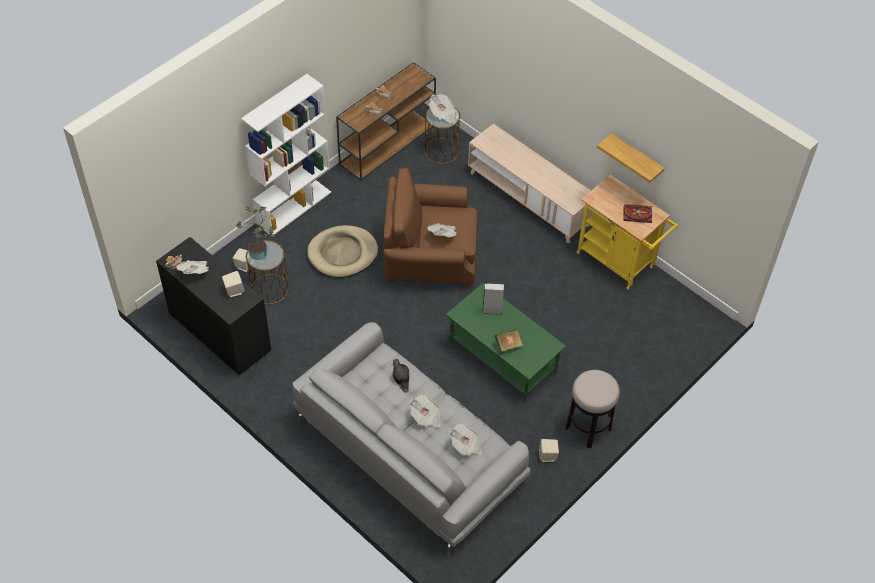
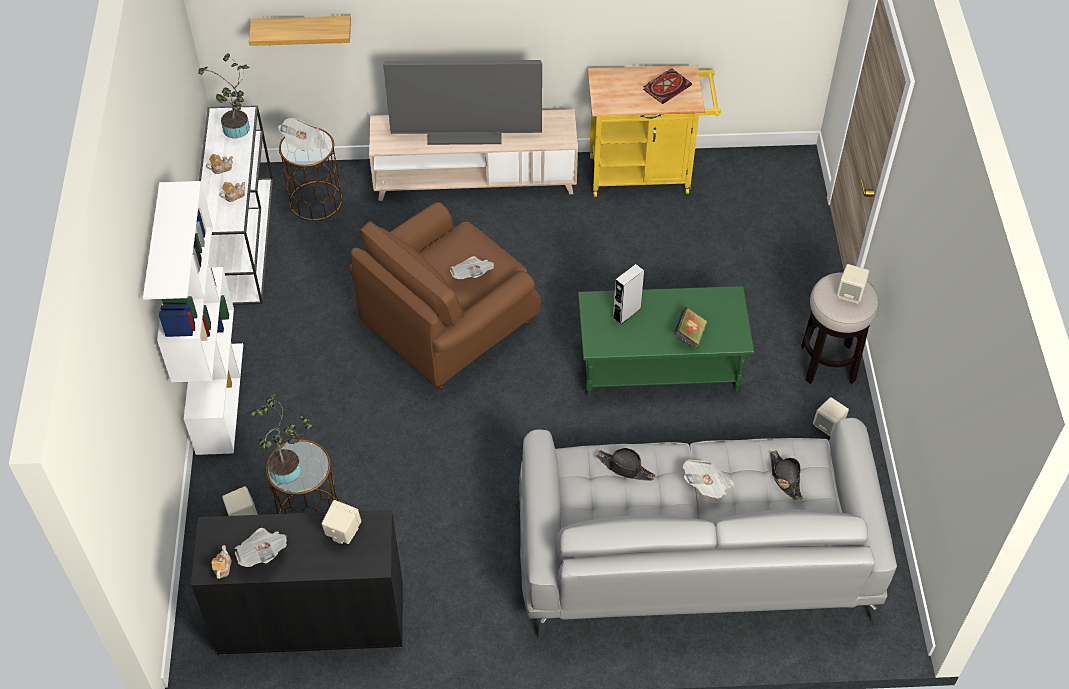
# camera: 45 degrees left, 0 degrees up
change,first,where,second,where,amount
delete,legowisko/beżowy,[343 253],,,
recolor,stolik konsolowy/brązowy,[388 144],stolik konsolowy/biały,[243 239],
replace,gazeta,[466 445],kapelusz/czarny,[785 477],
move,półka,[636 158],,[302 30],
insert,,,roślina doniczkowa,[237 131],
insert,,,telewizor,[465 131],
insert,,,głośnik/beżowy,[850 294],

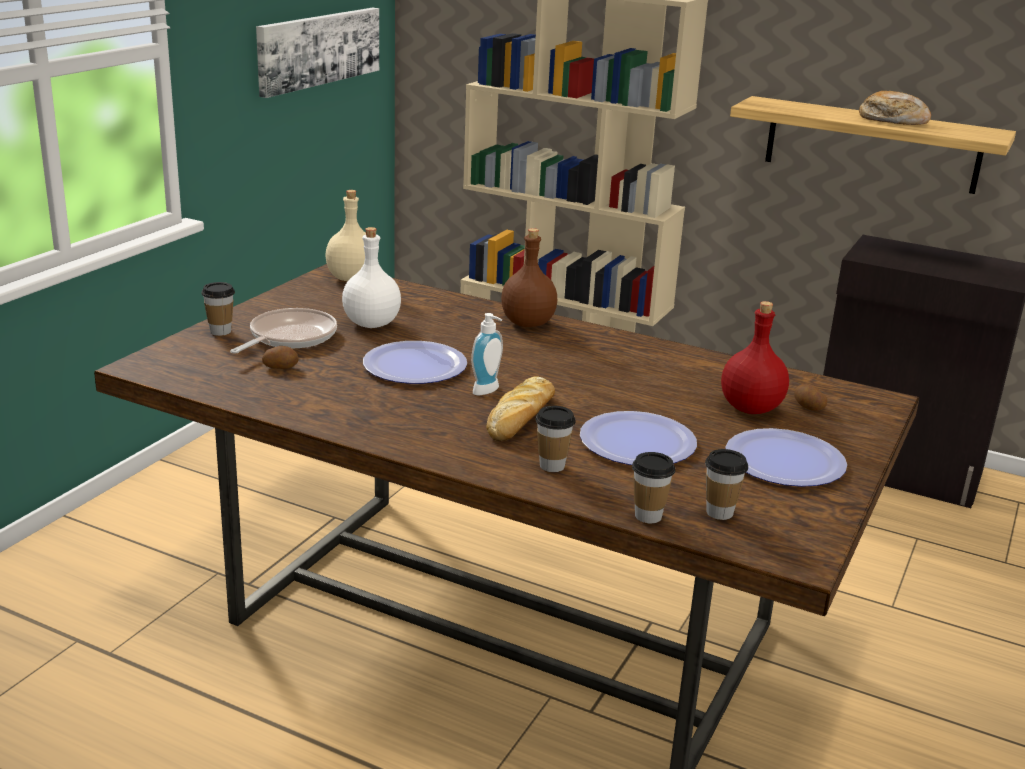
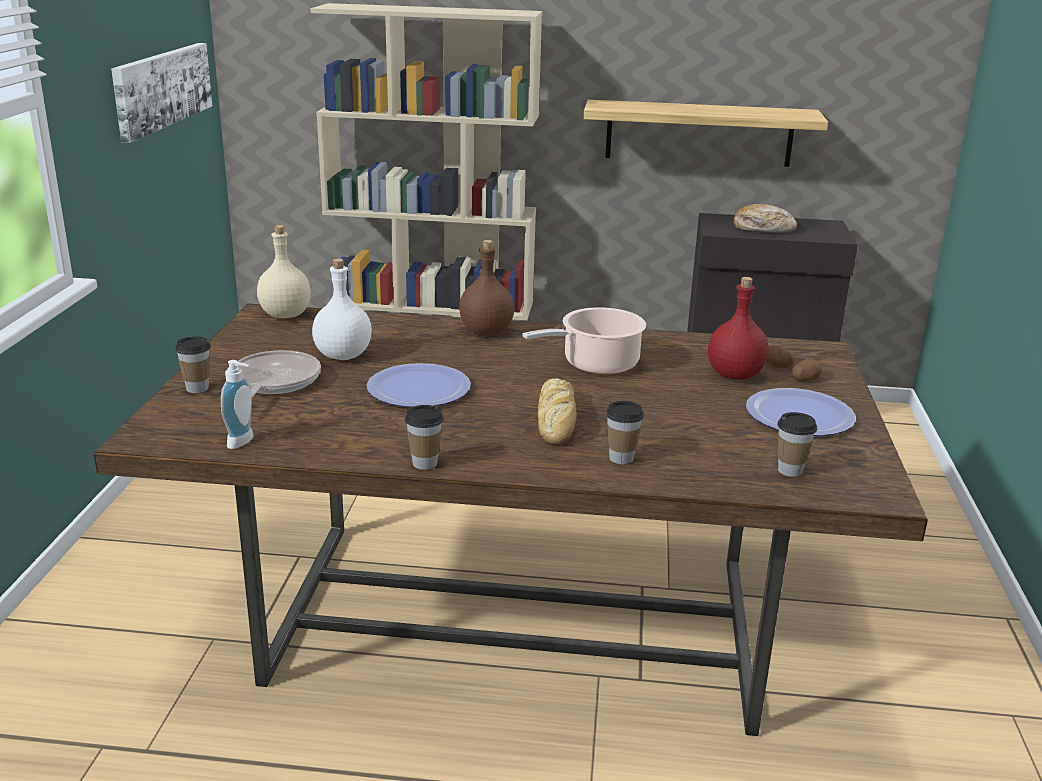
# camera: 20 degrees left, 0 degrees up
change,first,where,second,where,amount
move,ziemniak,[280 367],,[805 379],
move,dozownik mydła,[488 391],,[244 442],
delete,talerz,[638 442],,,
move,filiżanka,[648 516],,[425 463],
move,chleb,[892 120],,[763 229],
insert,,,garnek,[596 364],

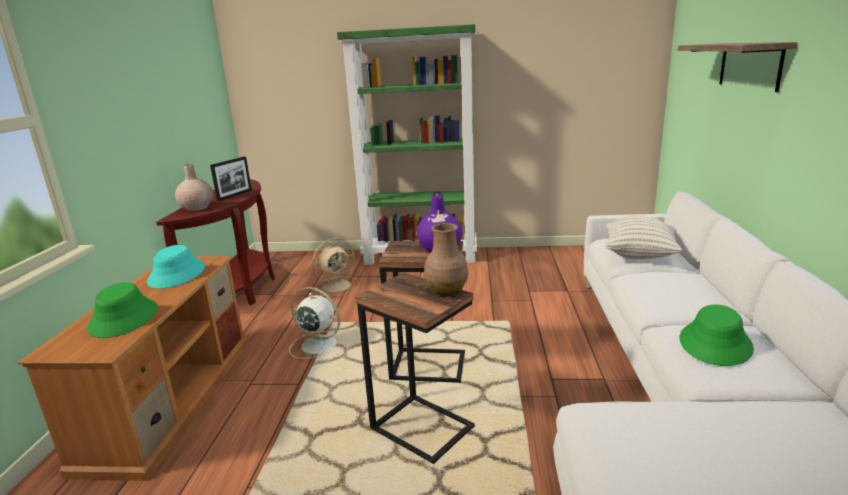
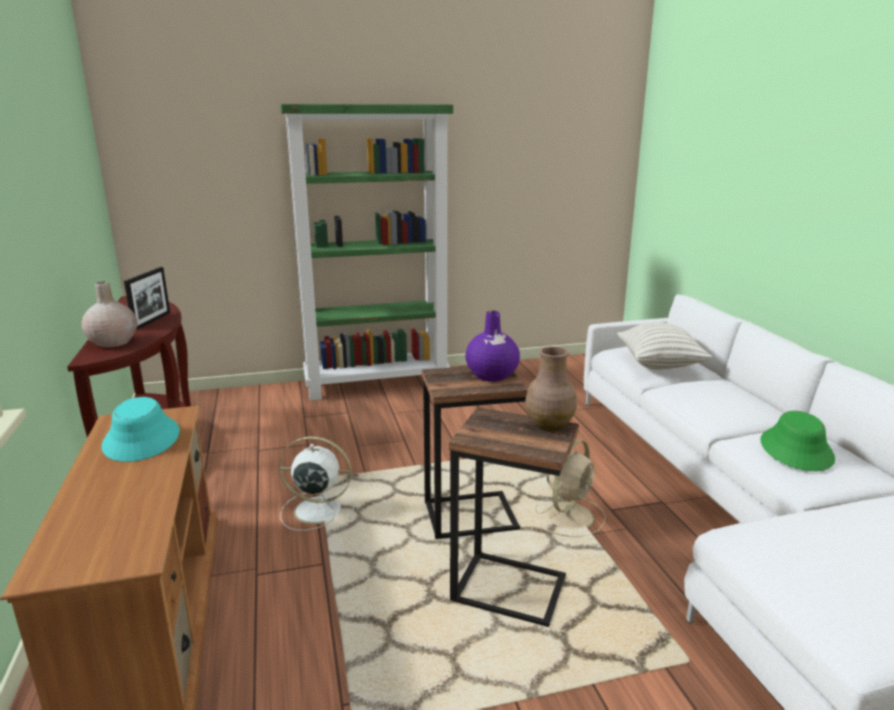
# camera: 20 degrees left, 0 degrees up
change,first,where,second,where,amount
delete,kapelusz/zielony,[124 318],,,
move,wentylator/beżowy,[338 286],,[569 515],
delete,półka,[749 65],,,

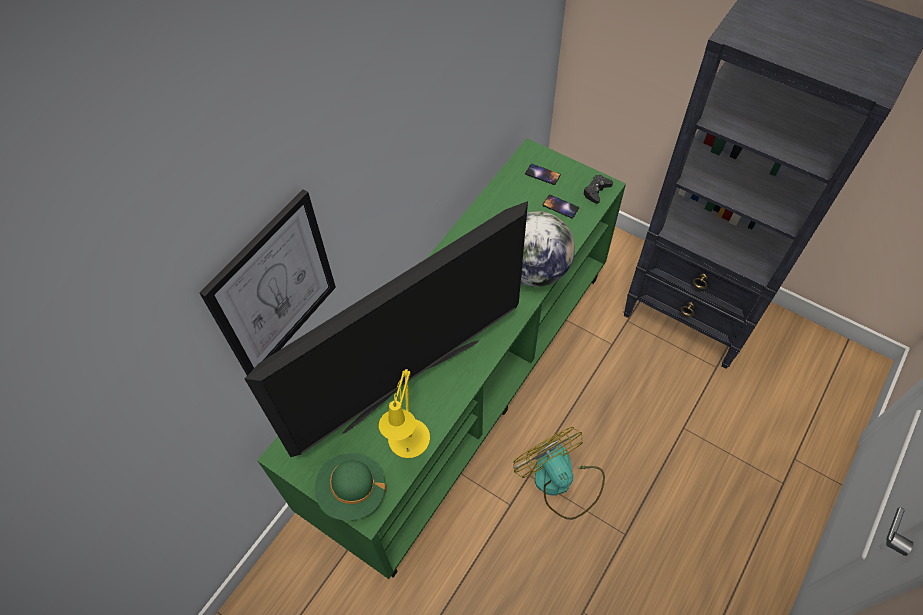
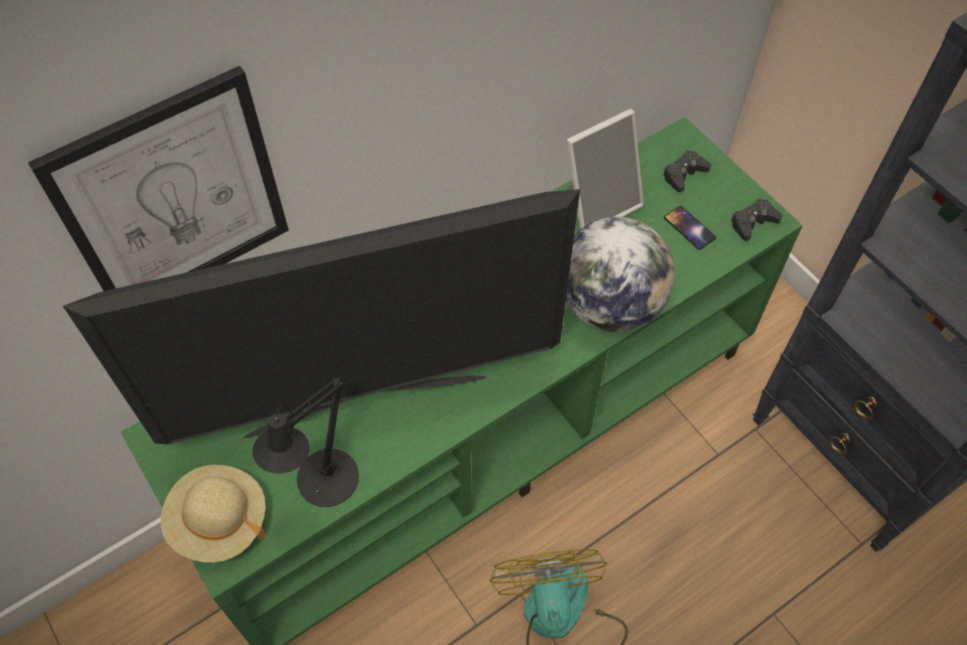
# camera: 20 degrees right, 0 degrees up
change,first,where,second,where,amount
recolor,kapelusz/zielony,[352 492],kapelusz/beżowy,[219 522],
recolor,lampa stołowa/żółty,[408 444],lampa stołowa/czarny,[322 486],
replace,telefon,[542 174],pad do gier/czarny,[684 174],
insert,,,ramka na zdjęcie,[598 203],

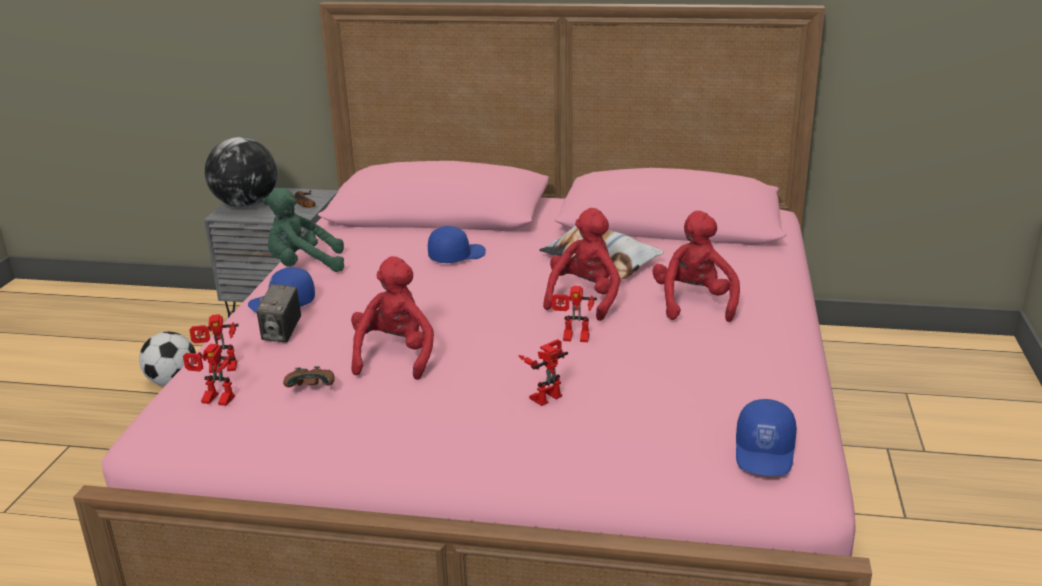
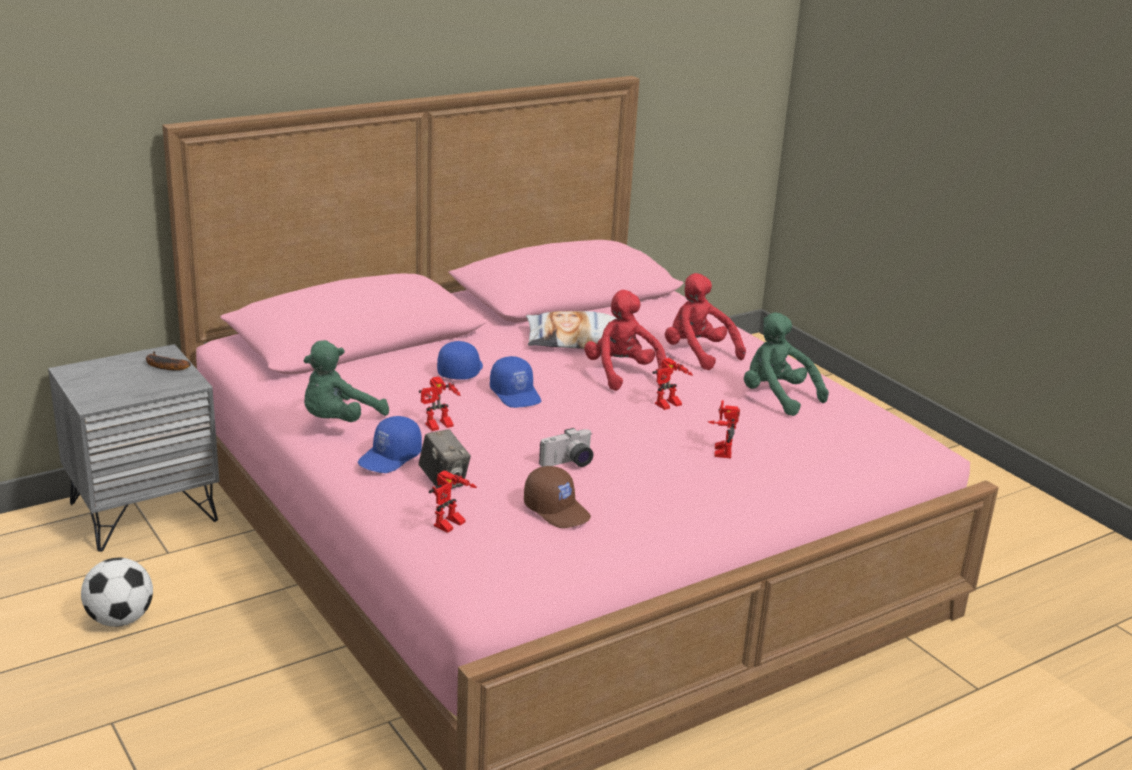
# camera: 45 degrees left, 0 degrees up
change,first,where,second,where,amount
move,robot zabawkowy,[214 401],,[439 427],
delete,globus,[245 205],,,
replace,pad do gier/brązowy,[312 389],czapka z daszkiem/brązowy,[557 510],
replace,pluszak/czerwony,[395 356],aparat fotograficzny,[569 463],
move,czapka z daszkiem/niebieski,[765 452],,[516 394],
insert,,,pluszak/zielony,[777 397],

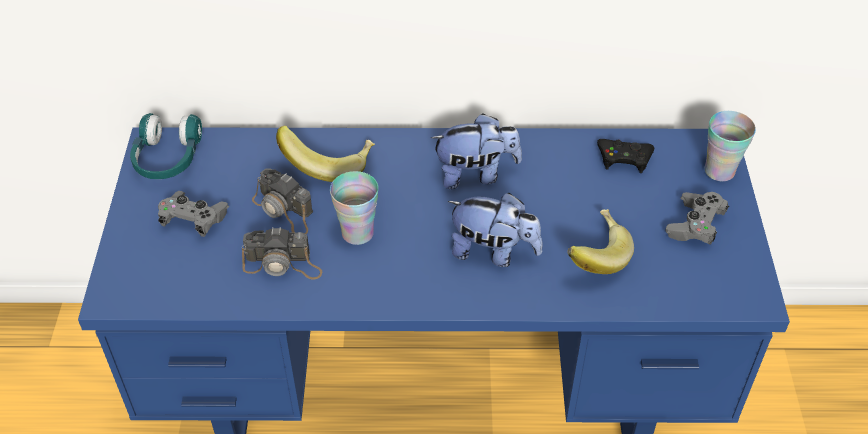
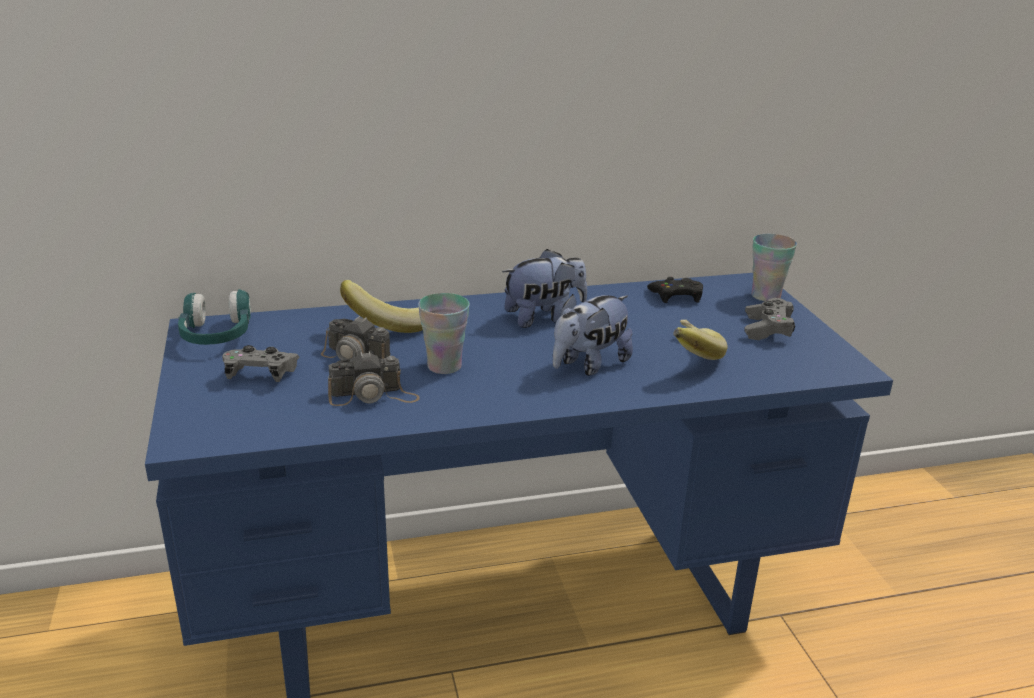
# camera: 15 degrees left, 20 degrees down
change,first,where,second,where,amount
rotate,pluszak,[493 252],,[589 365],135 degrees clockwise

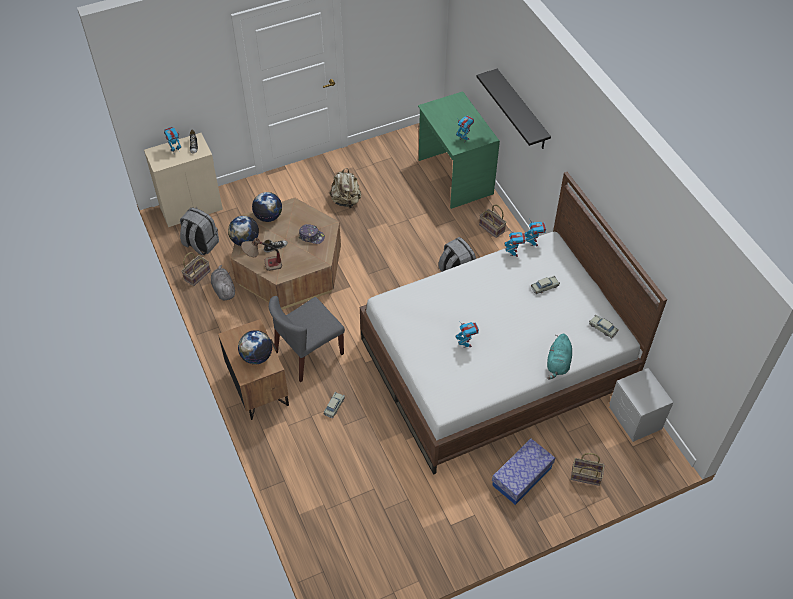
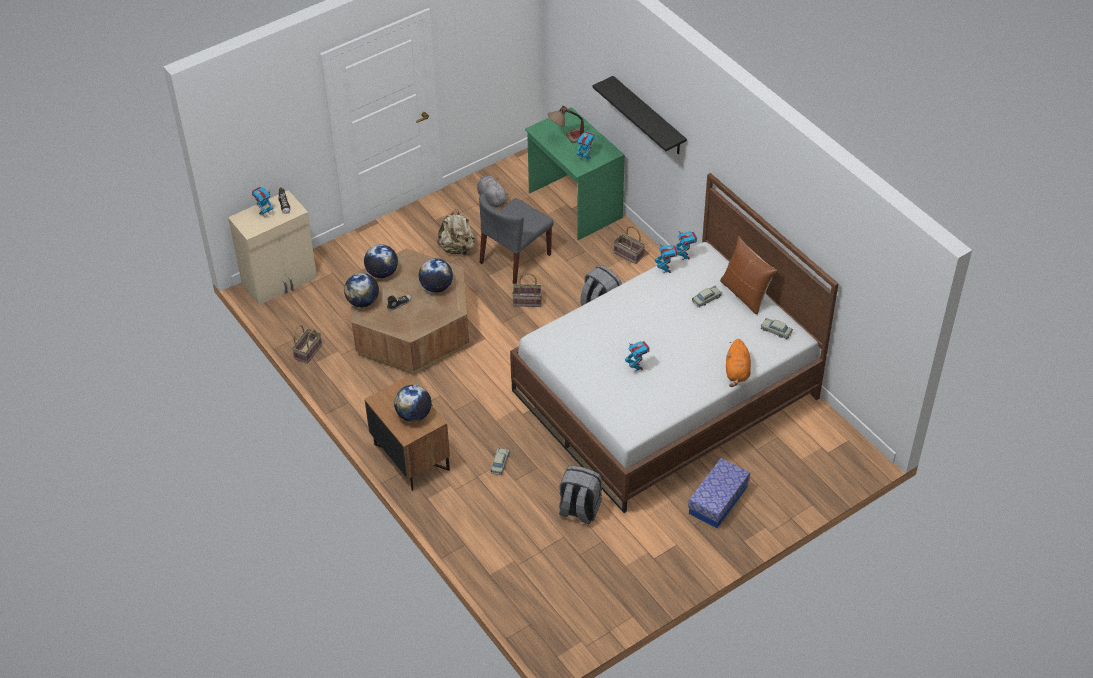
# camera: 10 degrees left, 5 degrees down
change,first,where,second,where,amount
move,plecak/szary,[200 244],,[579 510],
move,pluszak/szary,[223 289],,[491 198],
move,lampa stołowa,[263 265],,[566 139],
move,krzesło/szary,[308 353],,[515 259],
replace,czapka z daszkiem,[311 236],globus,[436 287],
recolor,pluszak/turkusowy,[558 364],pluszak/pomarańczowy,[737 372],
move,koszyk,[585 476],,[526 301],
delete,szafka nocna/szary,[635 418],,,
insert,,,poduszka/brązowy,[745 294],

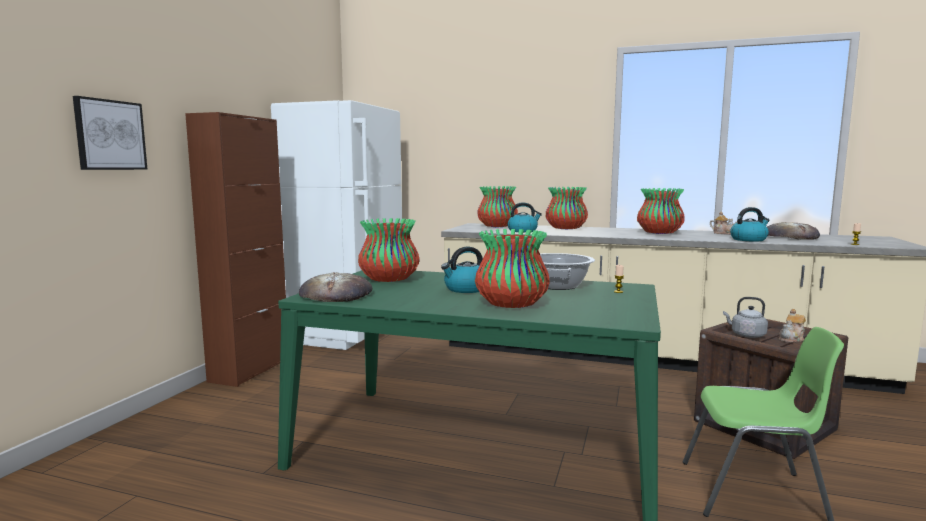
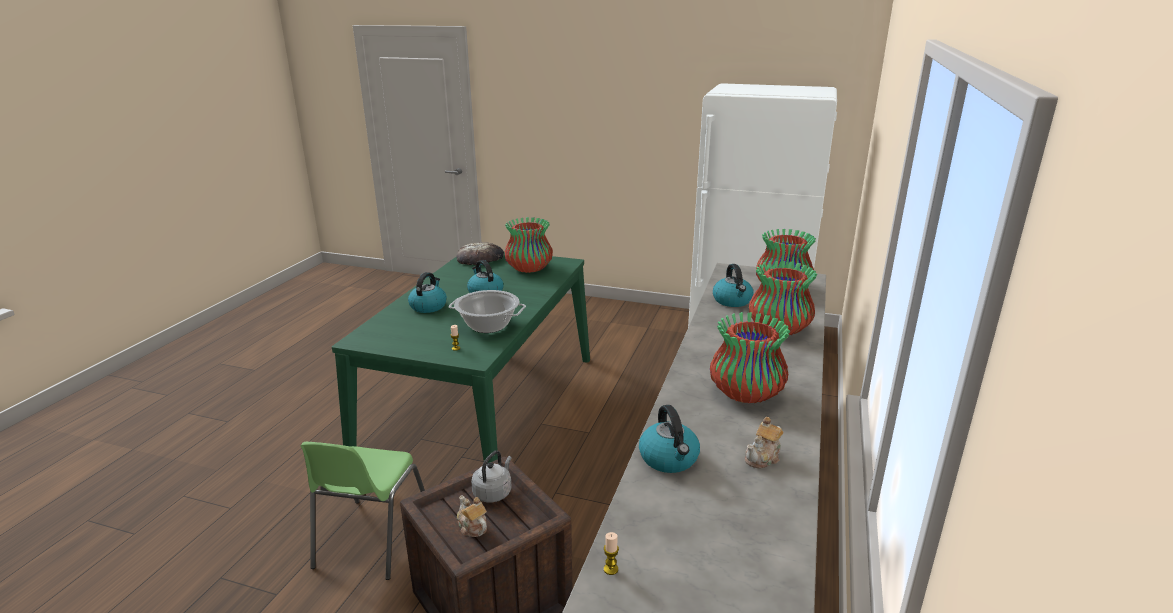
# camera: 90 degrees right, 15 degrees up
change,first,where,second,where,amount
delete,obraz,[110 135],,,
delete,szafka/brązowy,[250 370],,,
replace,wazon,[512 304],czajnik,[428 306],
delete,chleb,[790 236],,,

